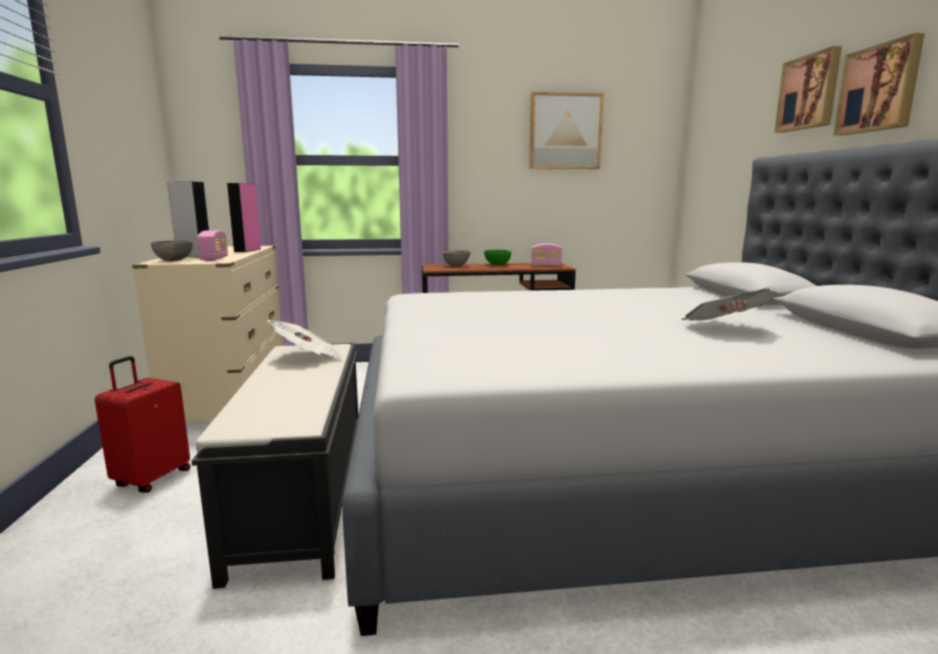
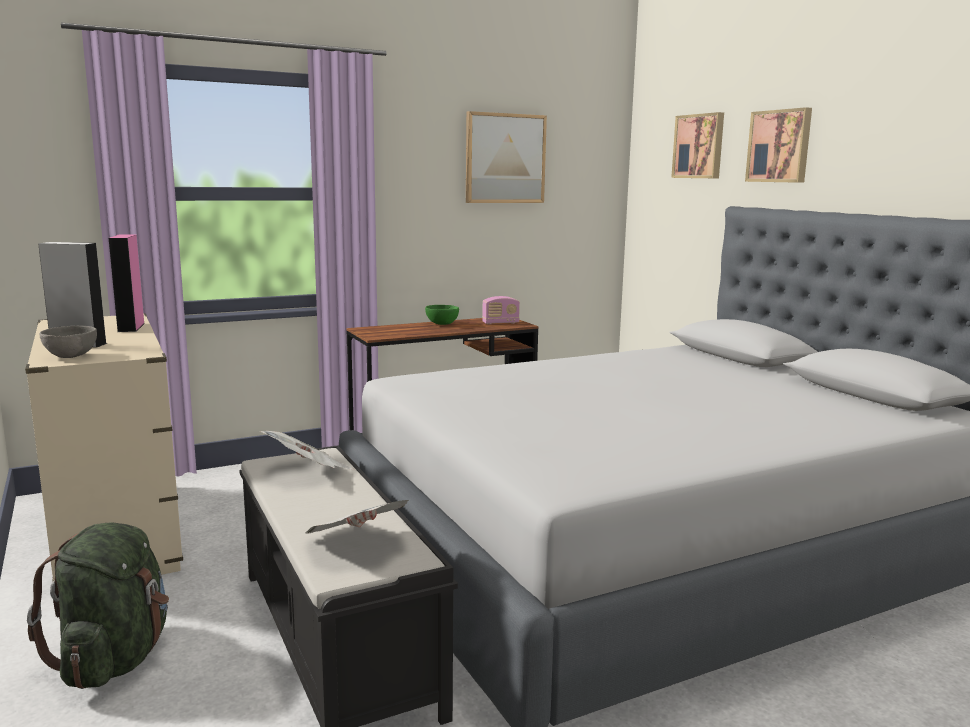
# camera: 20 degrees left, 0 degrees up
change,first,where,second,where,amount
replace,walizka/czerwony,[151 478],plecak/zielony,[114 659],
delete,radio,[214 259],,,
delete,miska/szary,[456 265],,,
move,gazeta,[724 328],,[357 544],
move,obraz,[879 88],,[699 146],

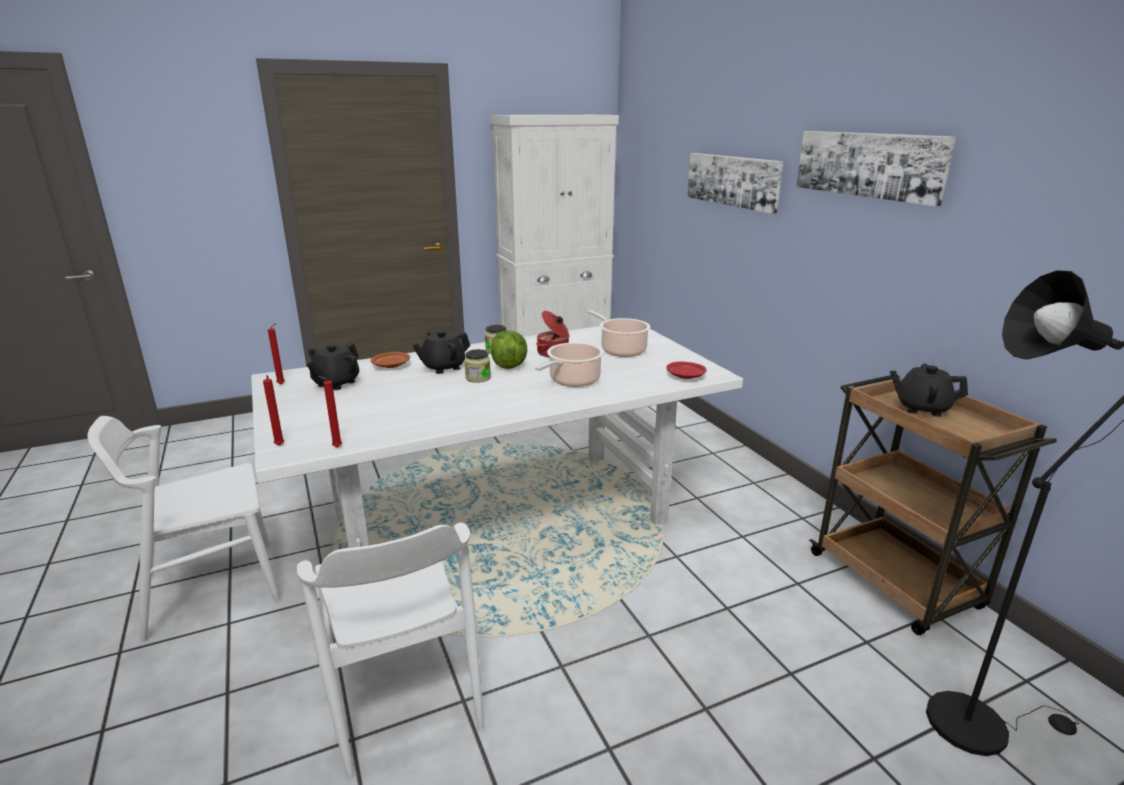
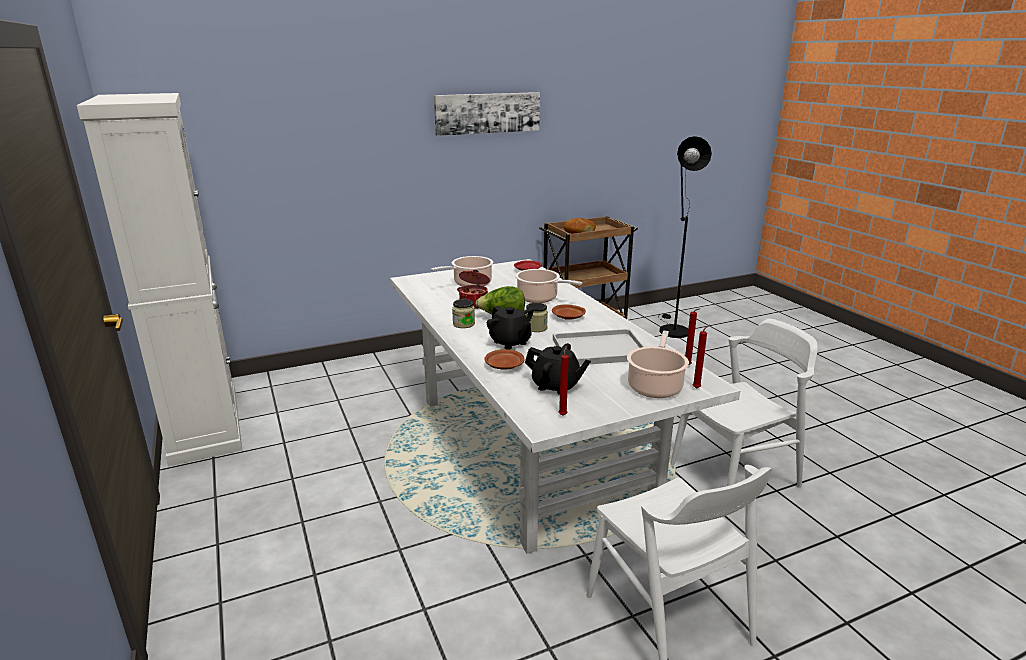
# camera: 90 degrees left, 0 degrees up
change,first,where,second,where,amount
delete,obraz,[733 180],,,
replace,imbryk/czarny,[921 408],chleb,[578 231],
insert,,,talerz/brązowy,[568 317],
insert,,,taca/biały,[601 348],
insert,,,garnek,[655 386],

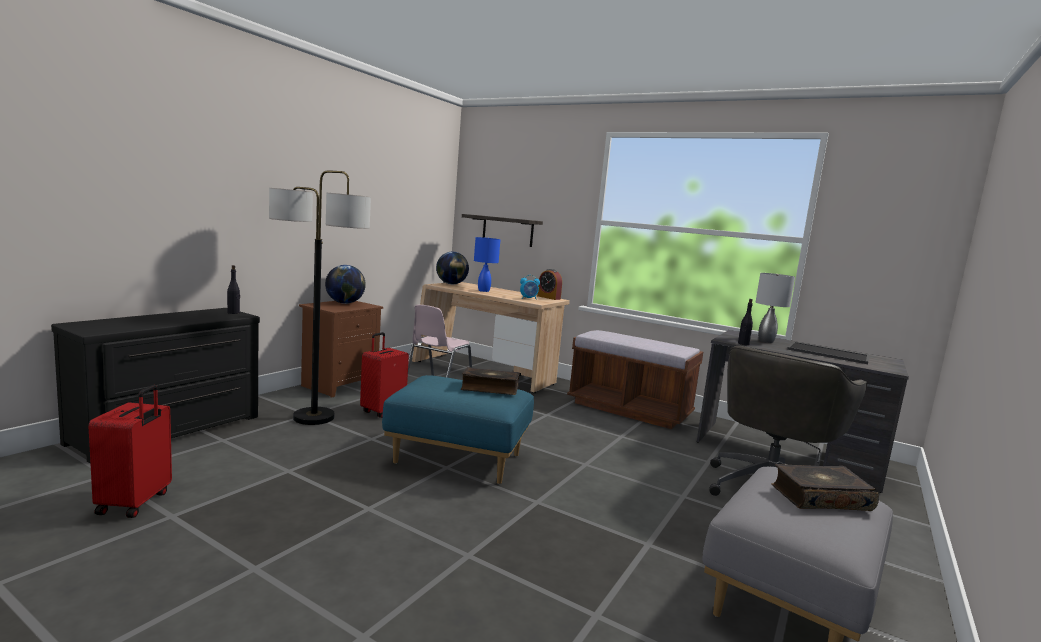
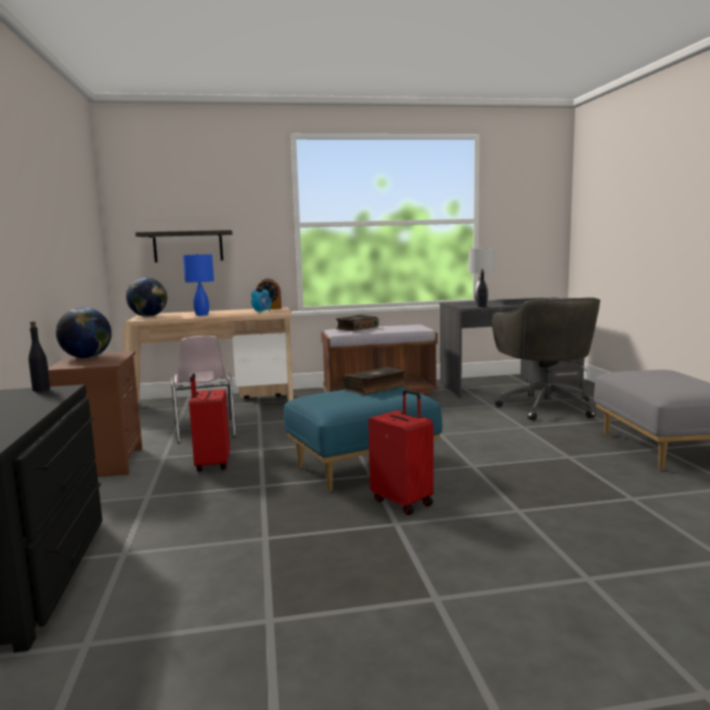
# camera: 40 degrees left, 0 degrees up
change,first,where,second,where,amount
move,walizka/czerwony,[135 503],,[403 502],
delete,lampa stojąca,[314 417],,,
move,książka,[820 498],,[356 328],

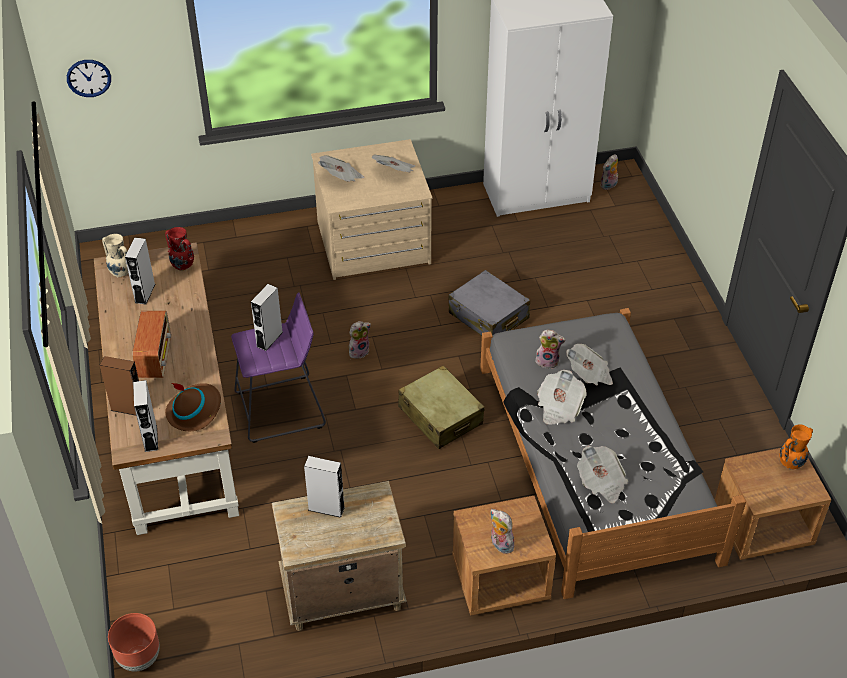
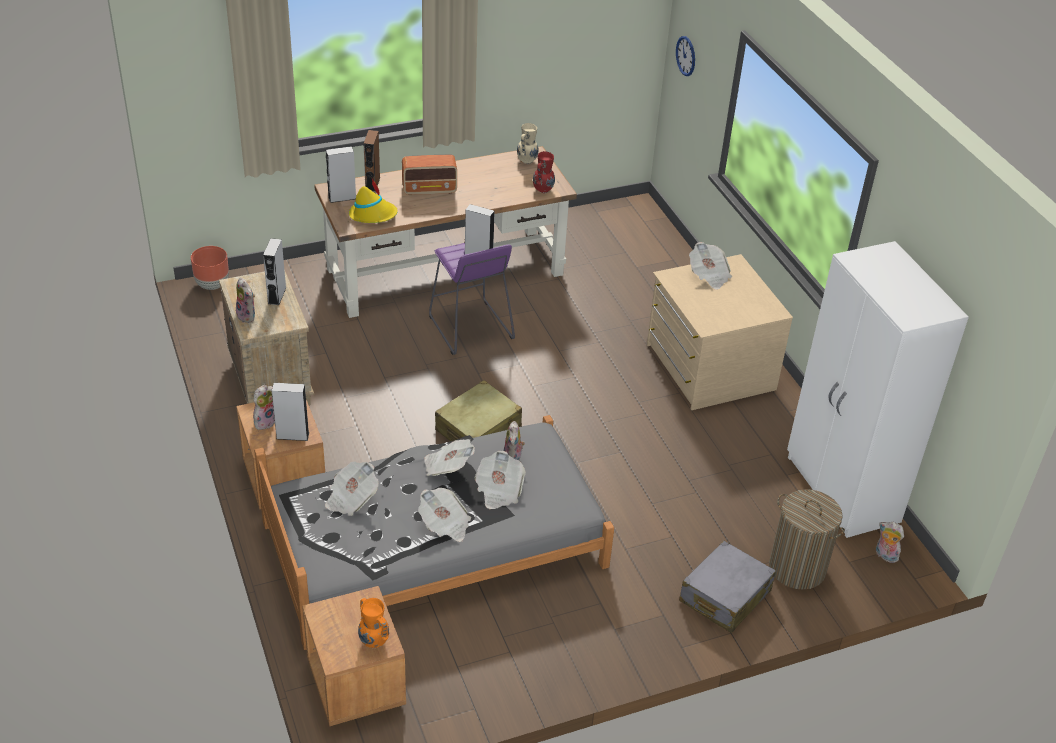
# camera: 80 degrees right, 5 degrees down
change,first,where,second,where,amount
move,głośnik/szary,[145 293],,[292 435],
recolor,kapelusz/brązowy,[194 410],kapelusz/żółty,[373 215],
move,pluszak,[359 351],,[248 316],
move,gazeta,[395 172],,[445 524],
move,walizka/szary,[488 316],,[724 596],
insert,,,kosz na pranie,[797 568],

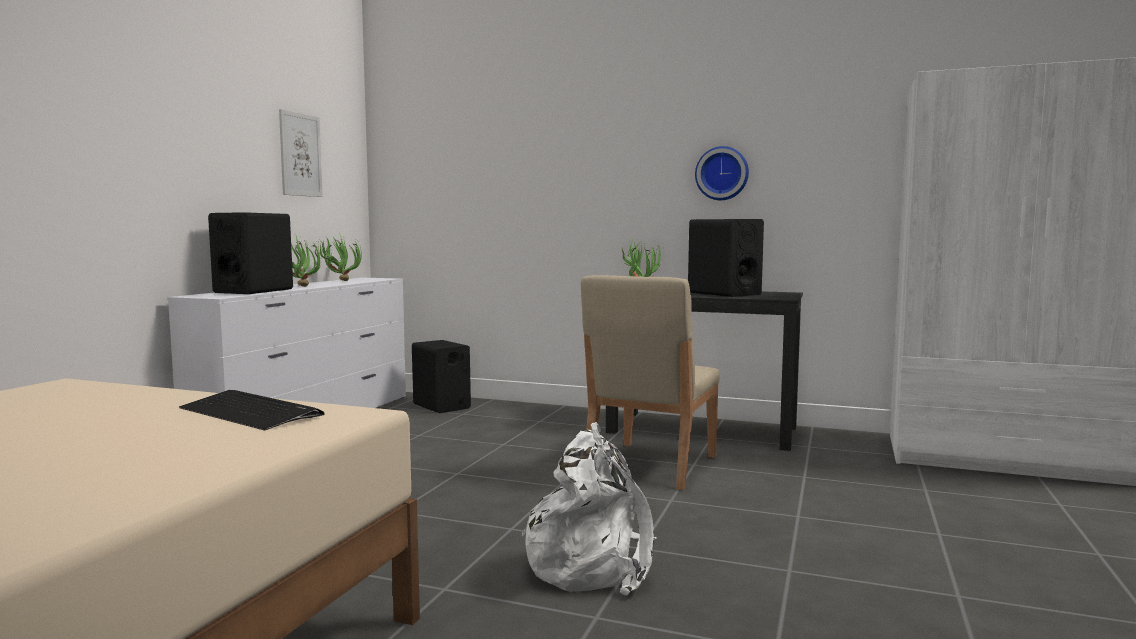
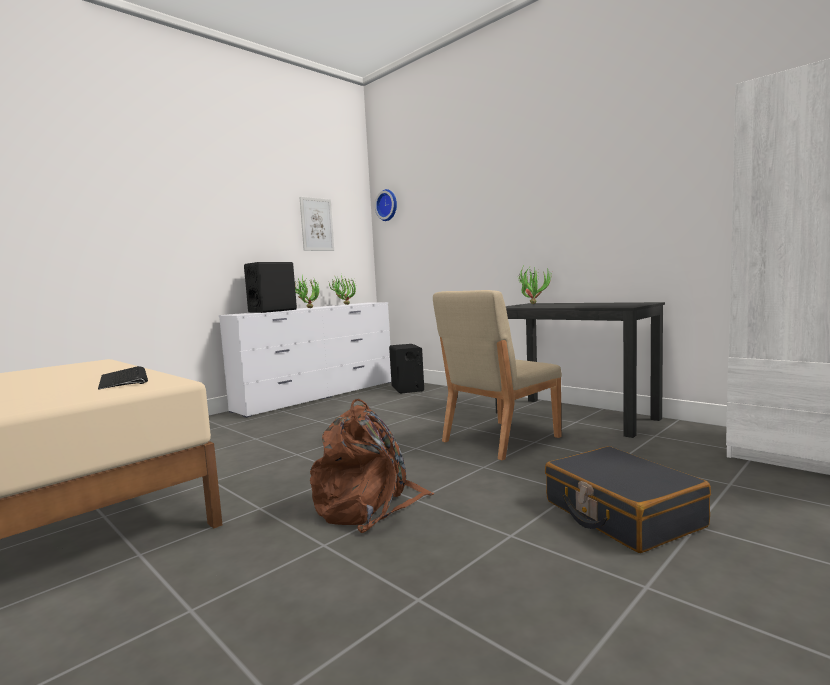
# camera: 25 degrees right, 0 degrees up
change,first,where,second,where,amount
recolor,plecak/biały,[592 564],plecak/brązowy,[369 506],
delete,głośnik/czarny,[723 293],,,
move,zegar ścienny,[722 173],,[388 205],
insert,,,walizka/czarny,[621 514],

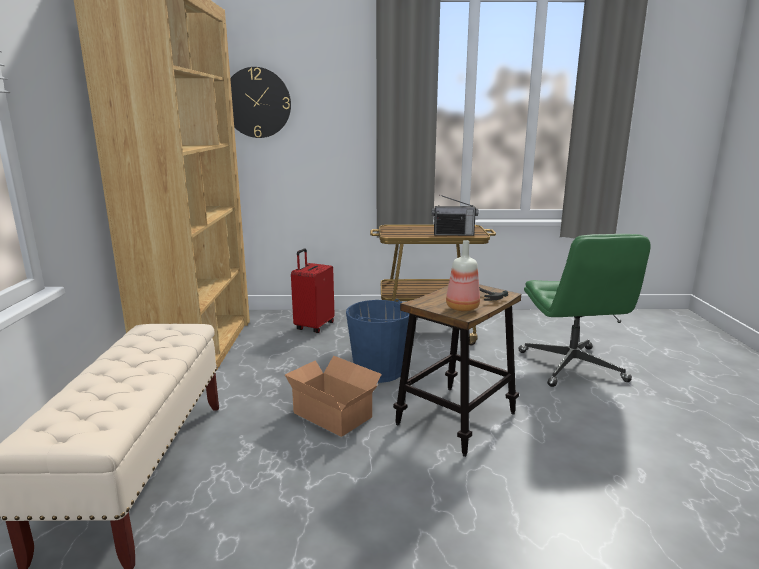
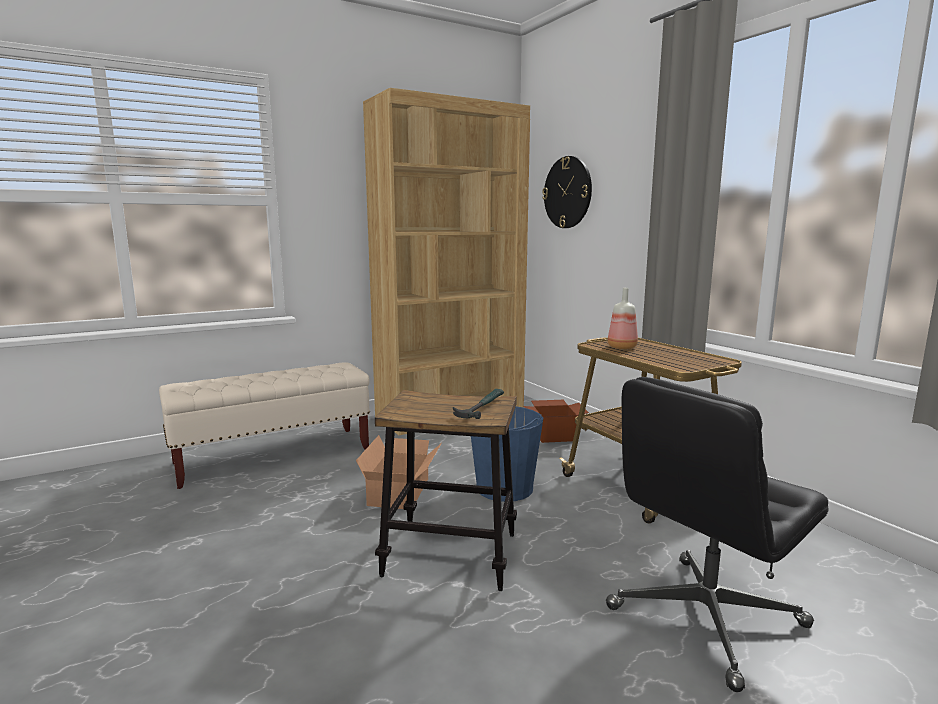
# camera: 60 degrees right, 5 degrees down
change,first,where,second,where,amount
replace,walizka/czerwony,[313 326],karton,[555 435],
delete,radio,[453 234],,,
move,butelka,[461 307],,[621 347],
recolor,krzesło biurowe/zielony,[572 367],krzesło biurowe/czarny,[705 618],

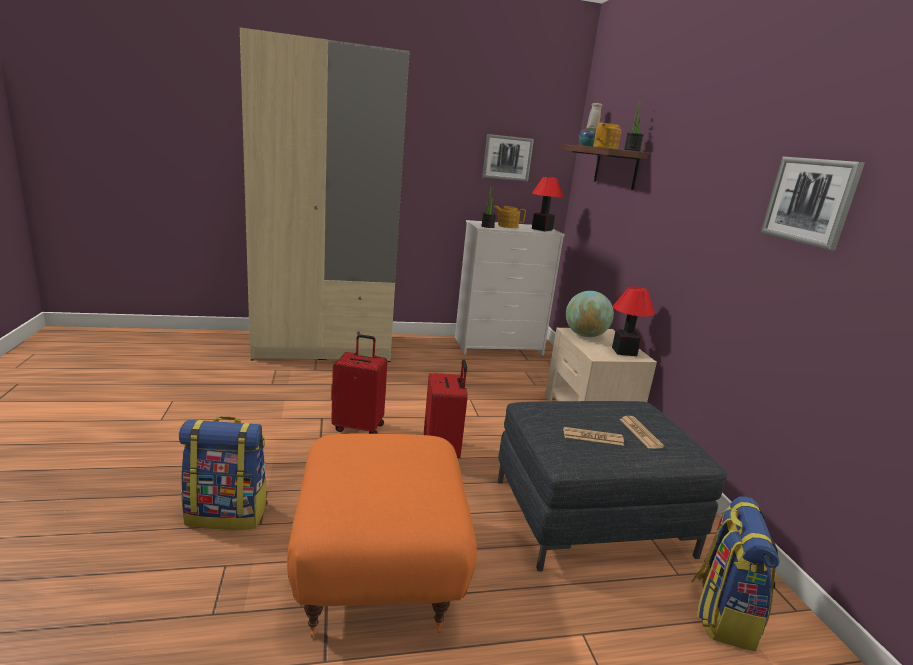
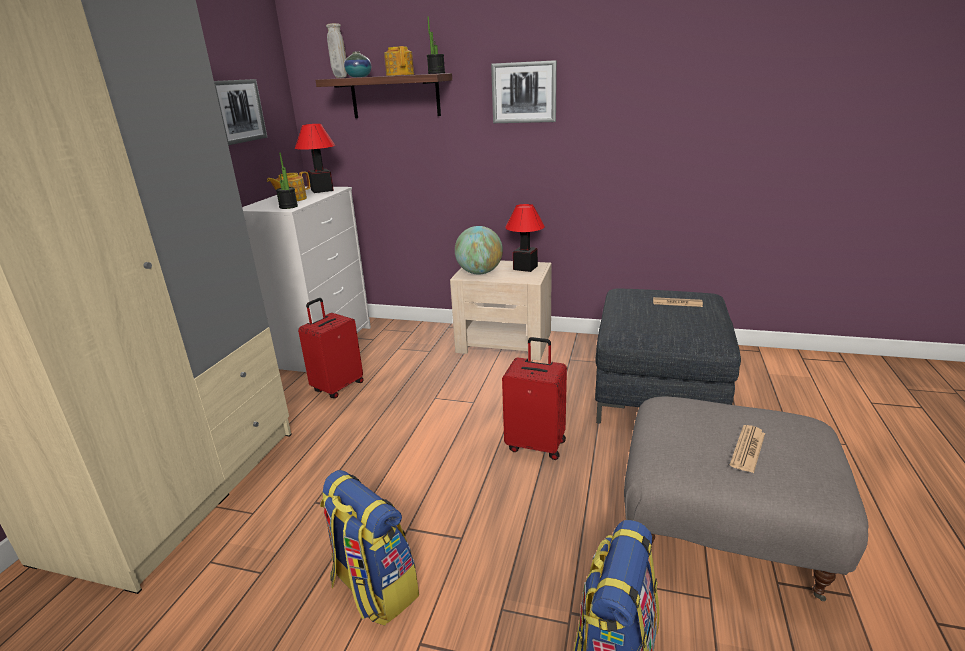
# camera: 60 degrees left, 5 degrees up
change,first,where,second,where,amount
recolor,pufa/pomarańczowy,[381 568],pufa/szary,[723 531],
move,walizka/czerwony,[359 427],,[337 387],
move,gazeta,[593 437],,[747 449],
move,plecak,[721 613],,[373 589],
move,obraz,[810 201],,[524 92],

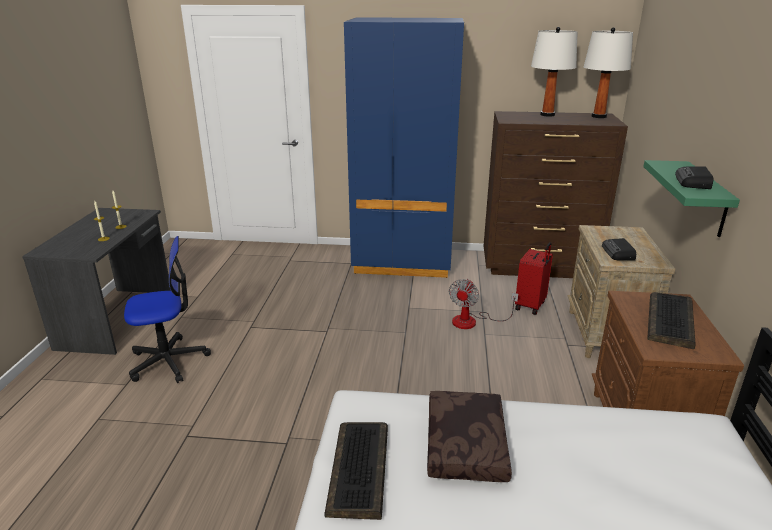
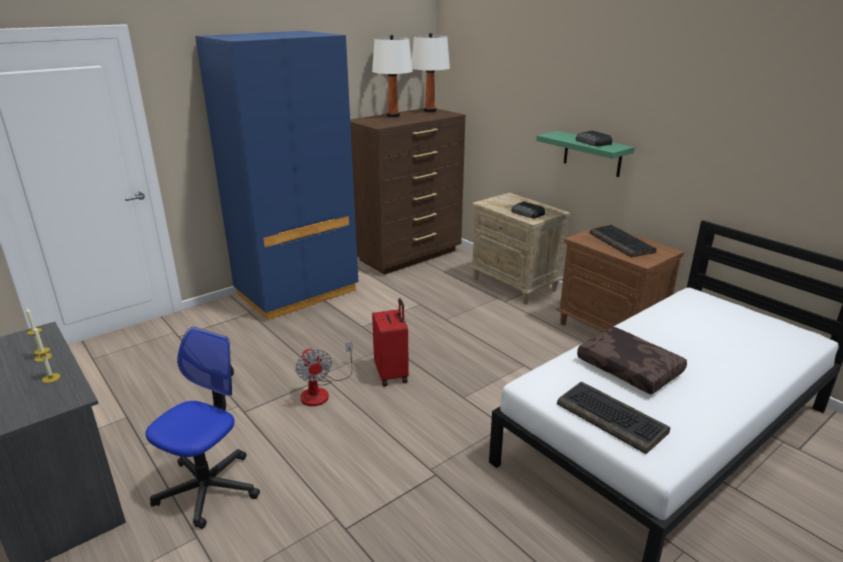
# camera: 45 degrees left, 0 degrees up
change,first,where,second,where,amount
move,wentylator,[472 321],,[321 391],
move,walizka/czerwony,[531 306],,[392 374],

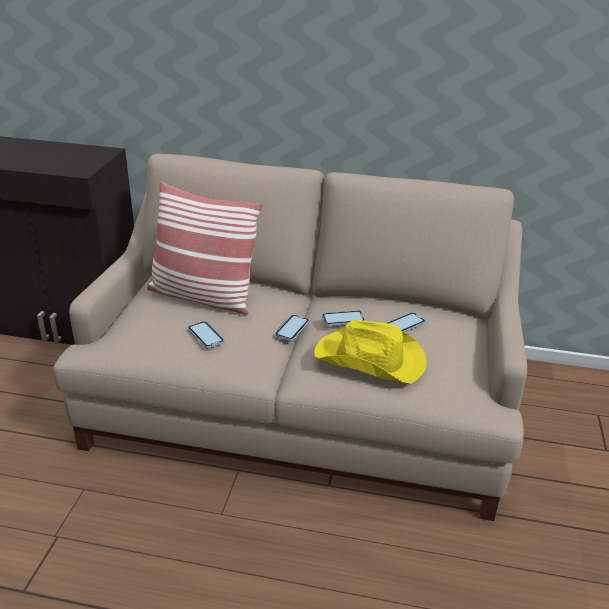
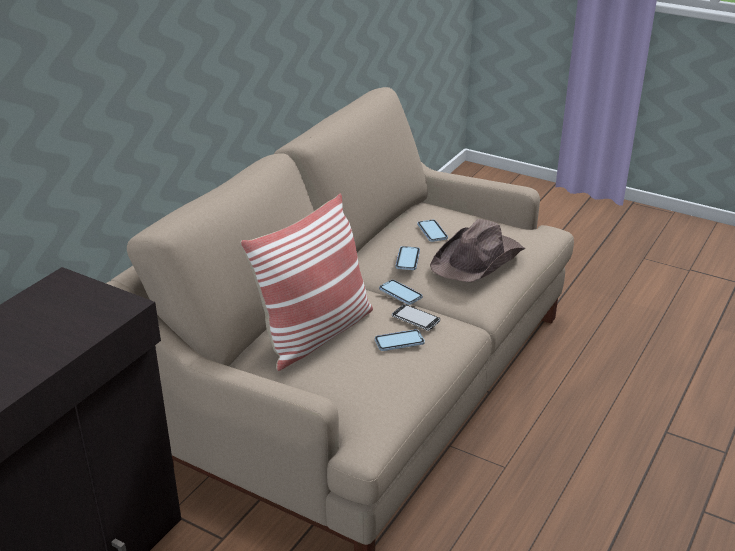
# camera: 70 degrees left, 0 degrees up
change,first,where,second,where,amount
recolor,kapelusz/żółty,[370 359],kapelusz/brązowy,[478 259],
insert,,,telefon,[415 319],

